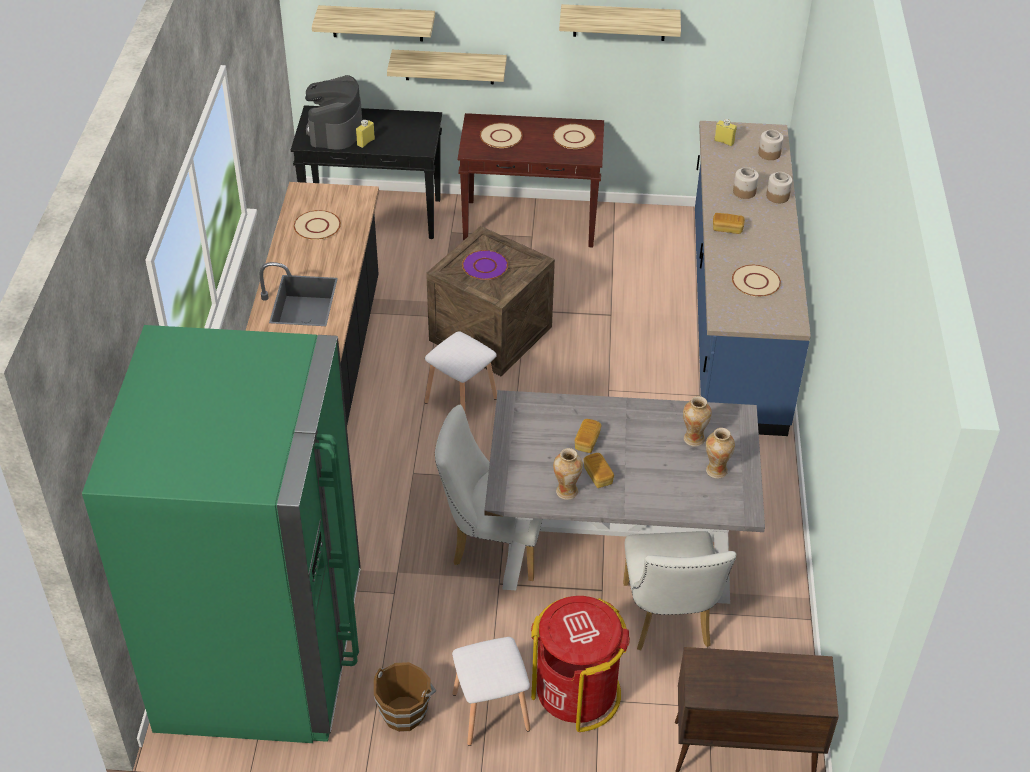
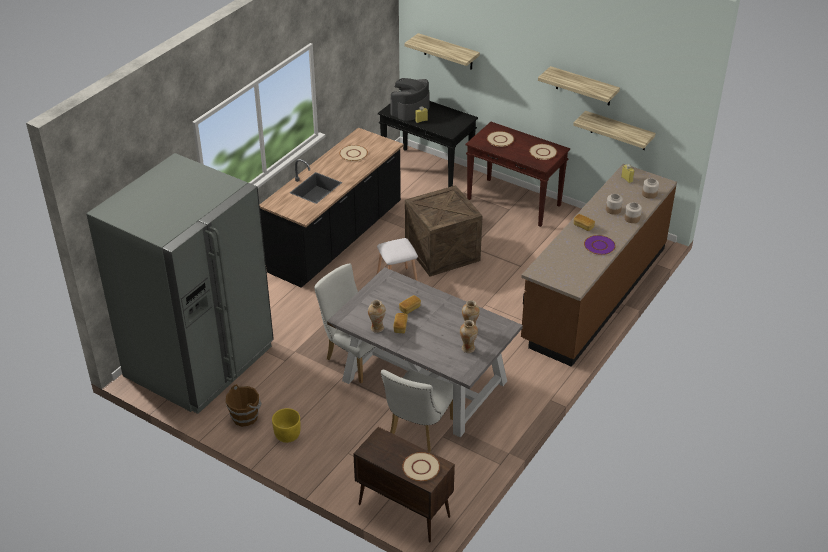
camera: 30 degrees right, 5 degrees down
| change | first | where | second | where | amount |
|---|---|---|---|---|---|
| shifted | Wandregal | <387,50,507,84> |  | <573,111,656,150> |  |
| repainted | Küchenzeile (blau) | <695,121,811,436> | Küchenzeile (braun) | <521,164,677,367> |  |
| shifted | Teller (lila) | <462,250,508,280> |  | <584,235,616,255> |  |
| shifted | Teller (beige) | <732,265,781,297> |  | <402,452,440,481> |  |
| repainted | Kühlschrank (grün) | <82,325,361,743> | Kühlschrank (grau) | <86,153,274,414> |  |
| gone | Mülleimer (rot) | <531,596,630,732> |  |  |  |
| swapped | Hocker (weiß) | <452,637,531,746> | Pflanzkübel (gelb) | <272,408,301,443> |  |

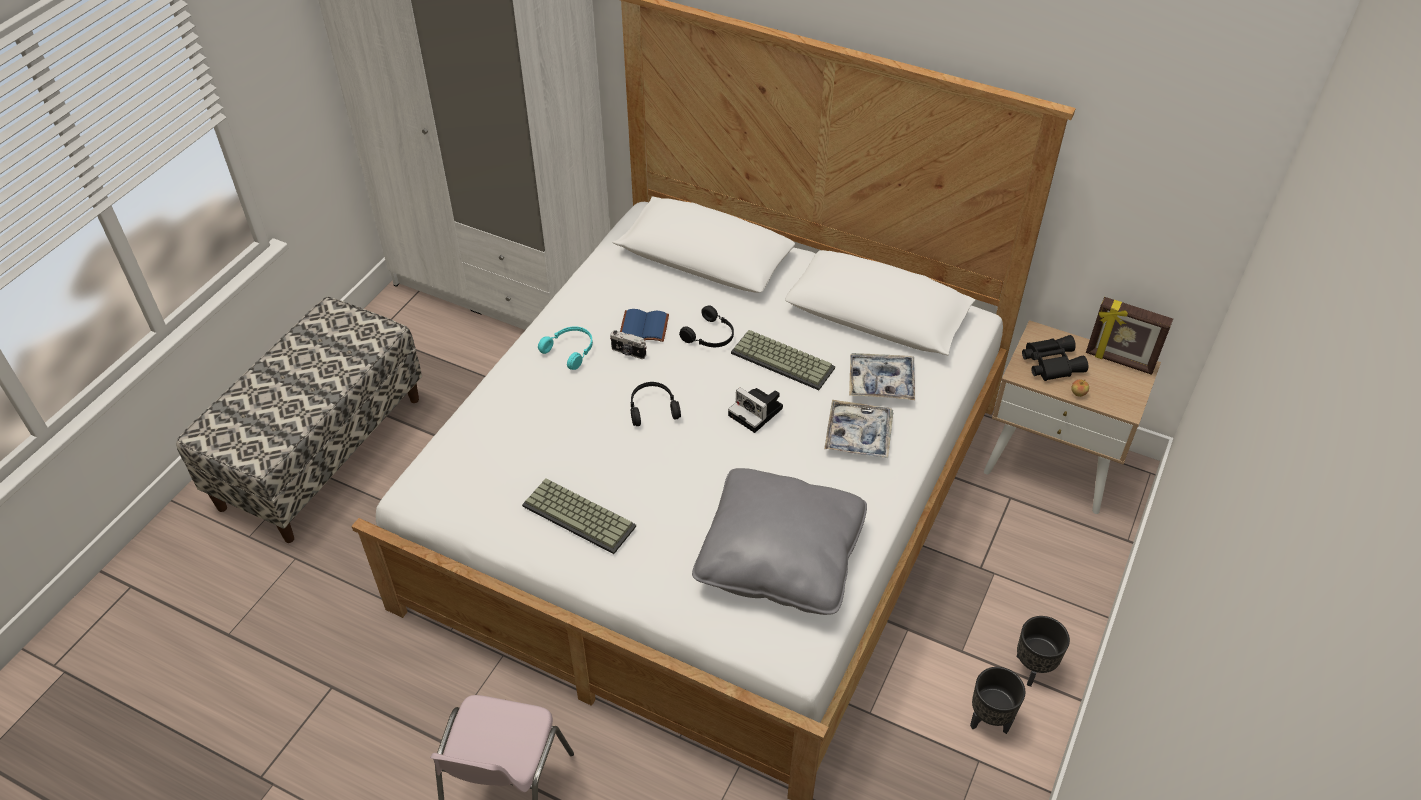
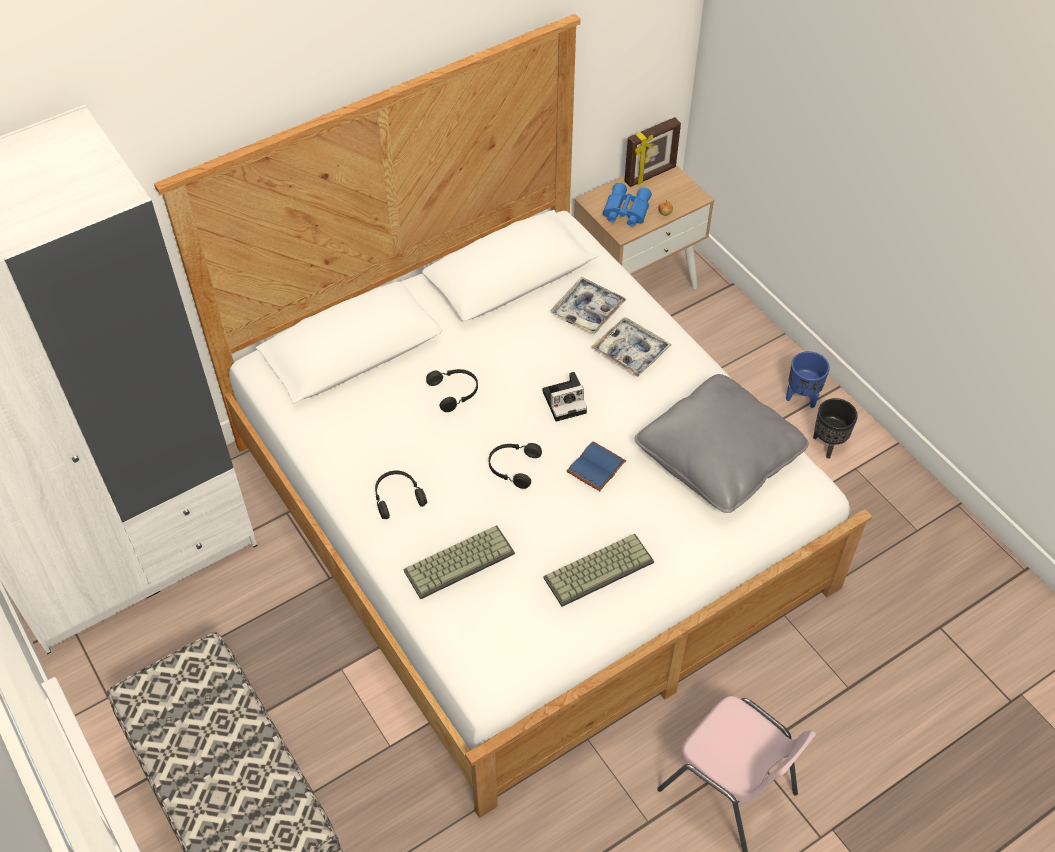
camera: 60 degrees left, 5 degrees up
| change | first | where | second | where | amount |
|---|---|---|---|---|---|
| shifted | Buch (blau) | <620,309,669,342> |  | <567,441,626,491> |  |
| repainted | Kopfhörer (türkis) | <538,326,593,370> | Kopfhörer (schwarz) | <375,470,427,519> |  |
| gone | Kamera | <610,330,647,359> |  |  |  |
| shifted | Tastatur | <731,330,835,390> |  | <403,526,515,599> |  |
| repainted | Fernglas (schwarz) | <1022,335,1088,381> | Fernglas (blau) | <603,183,652,227> |  |
| repainted | Pflanzkübel (schwarz) | <1016,616,1070,687> | Pflanzkübel (blau) | <786,351,830,409> |  |

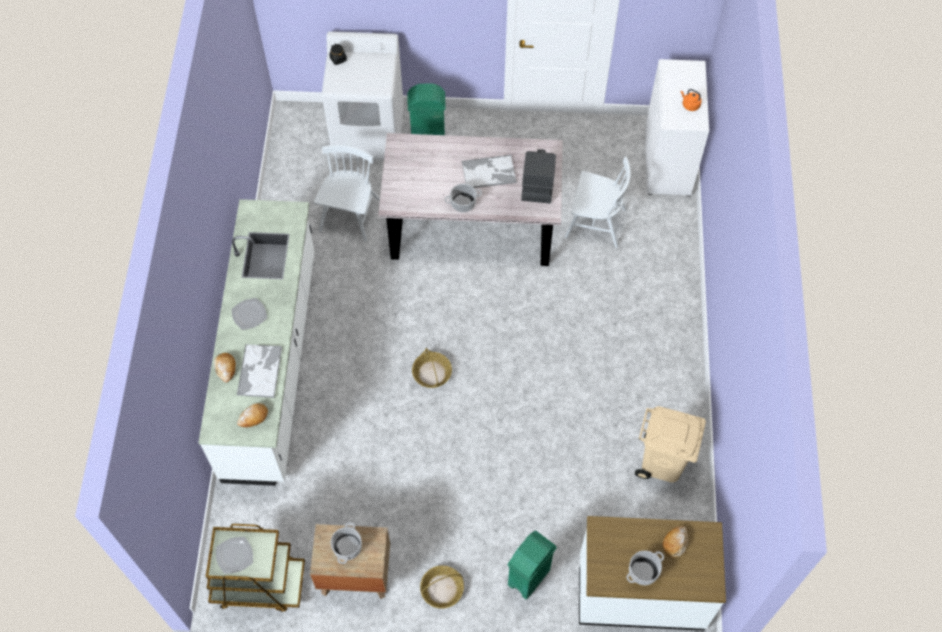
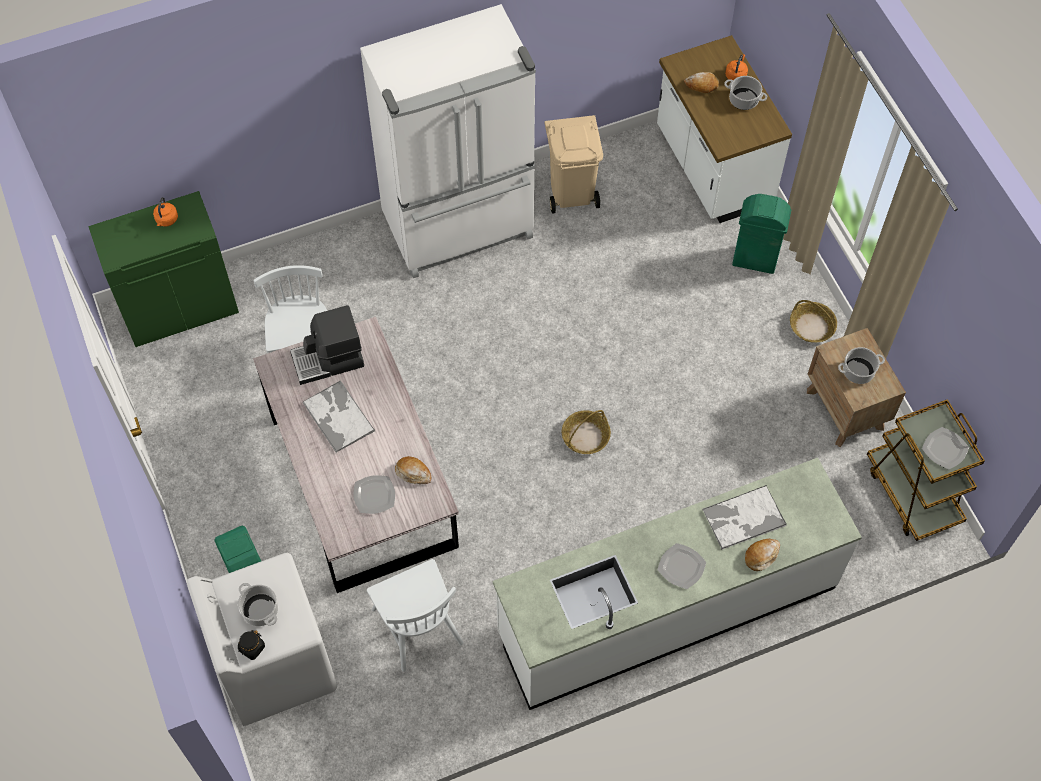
camera: 115 degrees left, 0 degrees up
| change | first | where | second | where | amount |
|---|---|---|---|---|---|
| repainted | Schrank (weiß) | <645,59,709,197> | Schrank (grün) | <88,191,239,347> |  |
| rotated | Stuhl (weiß) | <314,145,380,242> |  | <367,559,463,672> | 105 degrees counterclockwise |
| shifted | Kochtopf | <445,184,482,212> |  | <238,583,278,626> |  |
| shifted | Brot | <237,403,268,427> |  | <395,456,431,484> |  |
| new |  |  | Kühlschrank (weiß) | <360,4,536,278> |  |
| new |  |  | Wasserkessel (orange) | <725,54,748,80> |  |
| new |  |  | Teller | <353,475,395,514> |  |

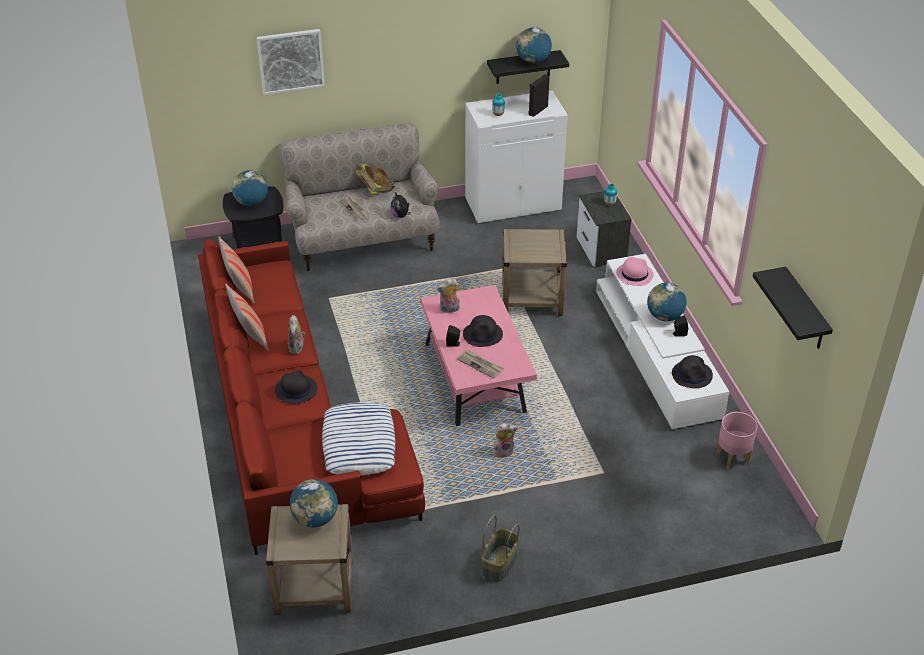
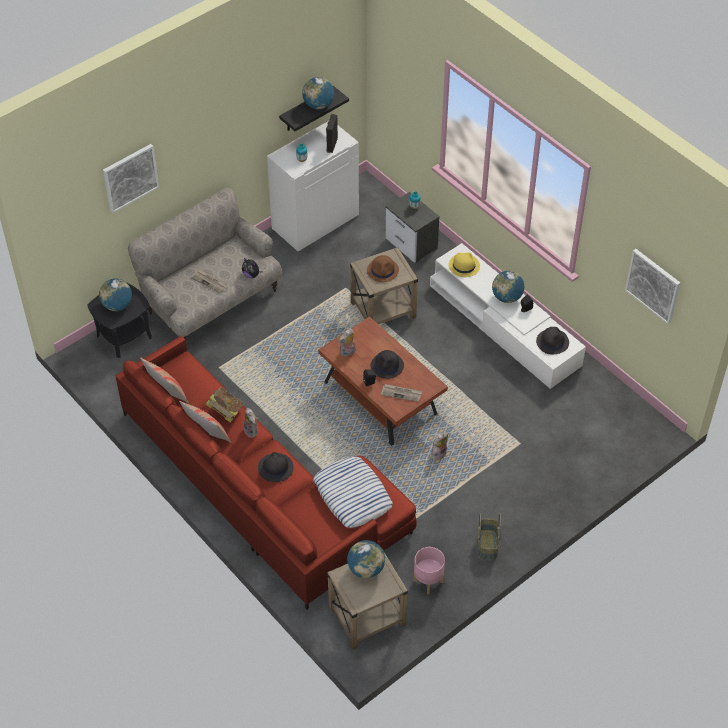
camera: 25 degrees left, 10 degrees up
| change | first | where | second | where | amount |
|---|---|---|---|---|---|
| shifted | Buch | <356,164,395,195> |  | <205,387,244,423> |  |
| repainted | Hut (rosa) | <616,257,654,286> | Hut (gelb) | <449,252,480,277> |  |
| swapped | Wandregal (schwarz) | <753,267,833,349> | Bild | <625,249,680,324> |  |
| repainted | Couchtisch (rosa) | <420,285,537,426> | Couchtisch (braun) | <318,317,448,446> |  |
| shifted | Pflanzkübel (rosa) | <716,412,758,469> |  | <414,547,445,594> |  |
| new |  |  | Hut (braun) | <367,255,399,282> |  |

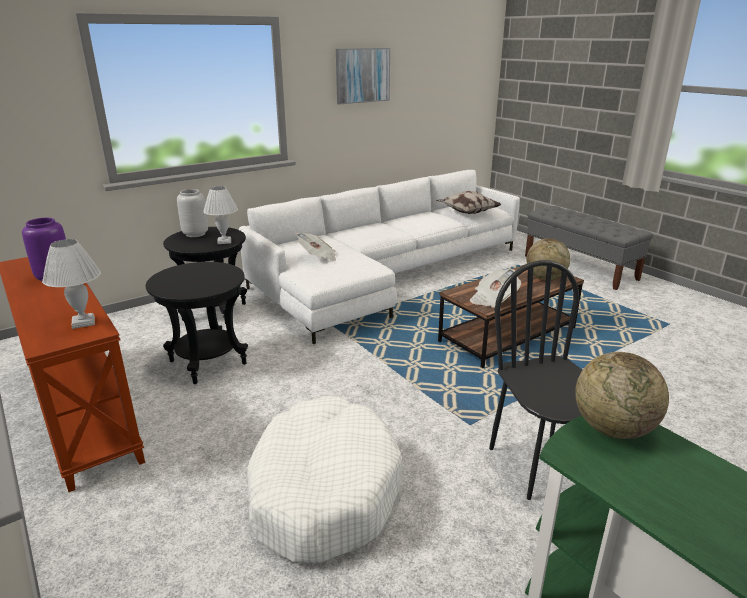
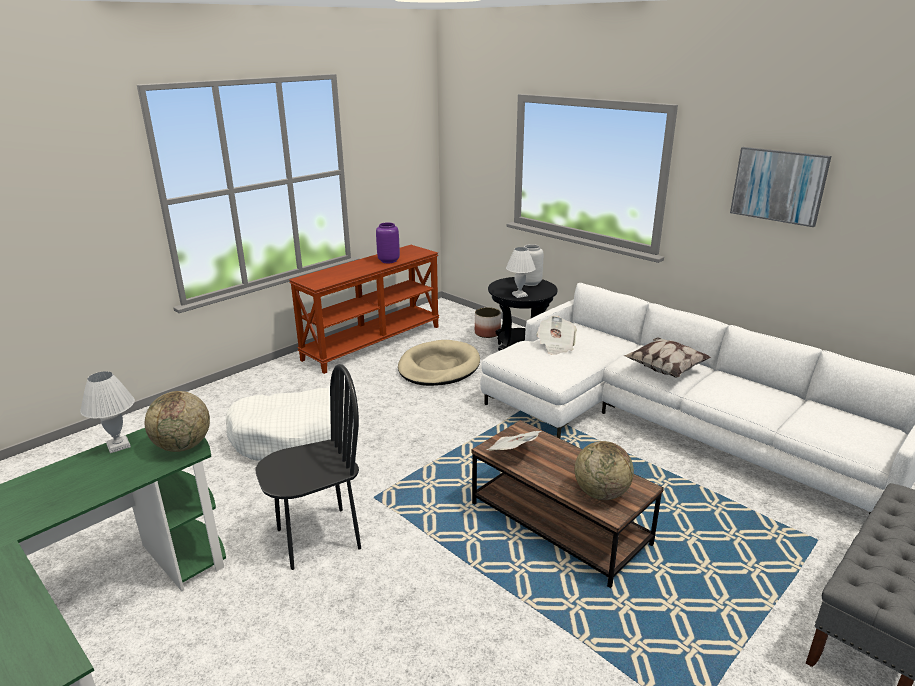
camera: 80 degrees right, 0 degrees up
| change | first | where | second | where | amount |
|---|---|---|---|---|---|
| shifted | Kissen | <436,191,502,214> |  | <624,338,711,378> |  |
| shifted | Tischlampe (weiß) | <42,239,101,329> |  | <80,371,135,453> |  |
| swapped | Beistelltisch (schwarz) | <146,262,248,384> | Hundebett (beige) | <398,340,480,386> |  |
| new |  |  | Pflanzkübel | <475,307,501,338> |  |

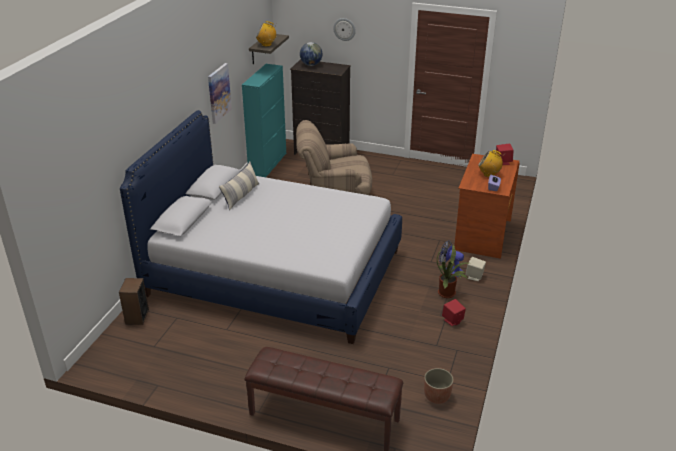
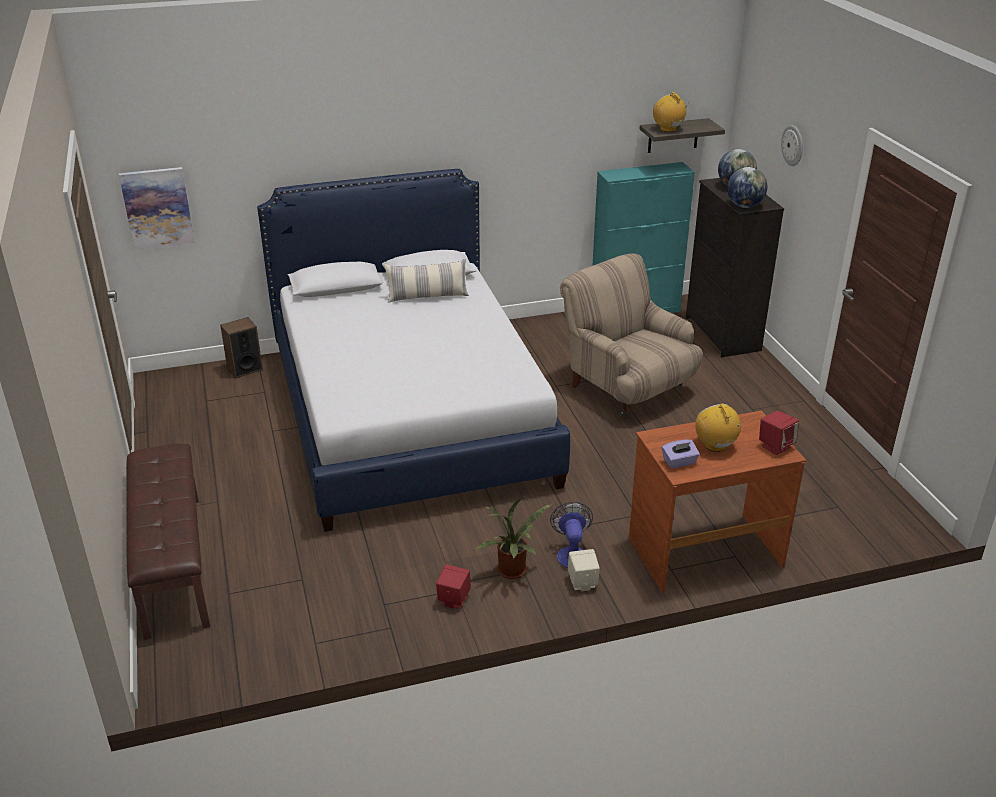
camera: 55 degrees right, 0 degrees up
| change | first | where | second | where | amount |
|---|---|---|---|---|---|
| shifted | Bild | <208,63,232,124> |  | <119,167,195,250> |  |
| gone | Pflanzkübel | <424,368,454,404> |  |  |  |
| new |  |  | Globus | <727,167,767,208> |  |

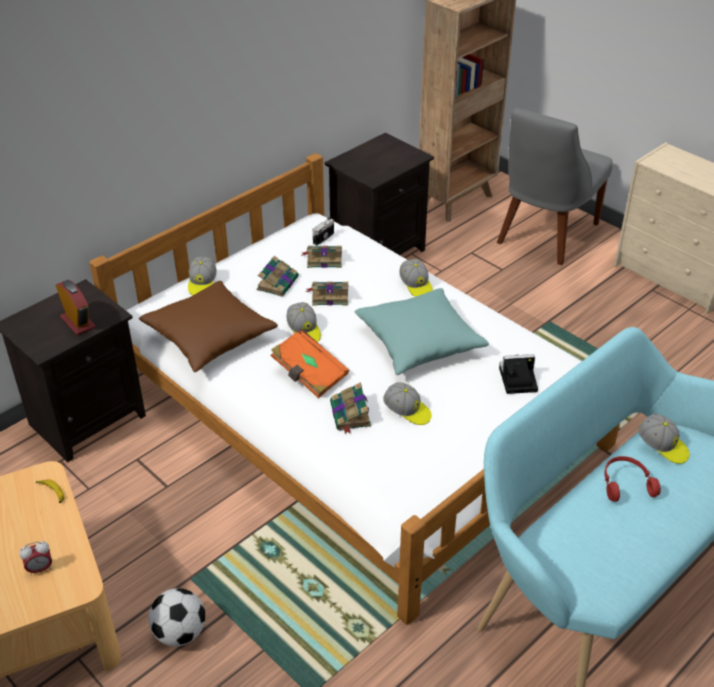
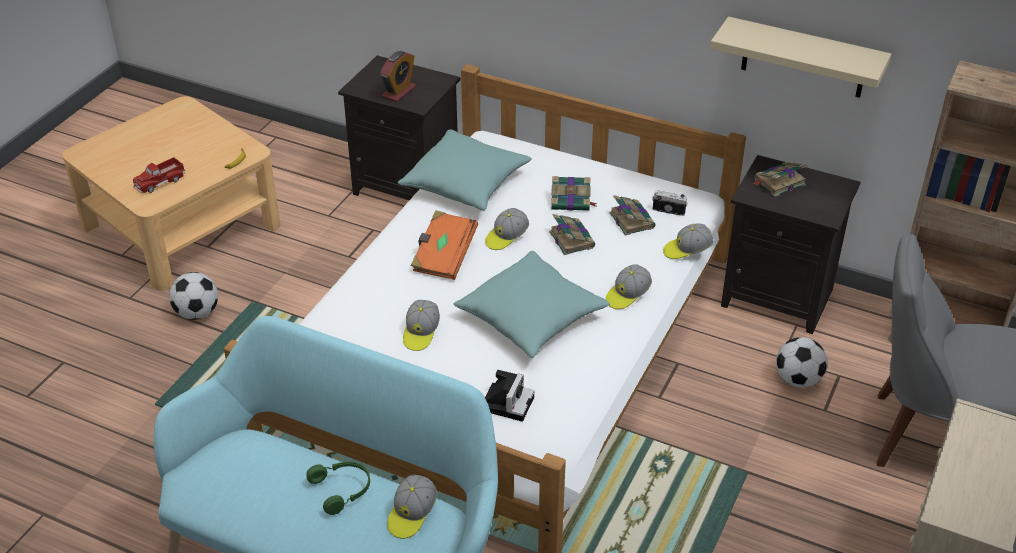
camera: 70 degrees right, 0 degrees up
| change | first | where | second | where | amount |
|---|---|---|---|---|---|
| shifted | Kappe | <188,257,217,296> |  | <663,223,714,259> |  |
| repainted | Kissen (braun) | <139,281,278,372> | Kissen (türkis) | <398,129,532,211> |  |
| rotated | Kamera | <499,354,538,394> |  | <485,370,535,422> | 45 degrees clockwise |
| shifted | Buch | <330,383,371,434> |  | <752,162,807,197> |  |
| repainted | Kopfhörer (rot) | <604,456,661,502> | Kopfhörer (grün) | <307,462,370,515> |  |
| swapped | Wecker | <19,541,52,576> | Spielzeuglaster | <133,157,185,194> |  |
| new |  |  | Wandregal (beige) | <710,17,891,98> |  |
| new |  |  | Fußball | <776,337,828,388> |  |

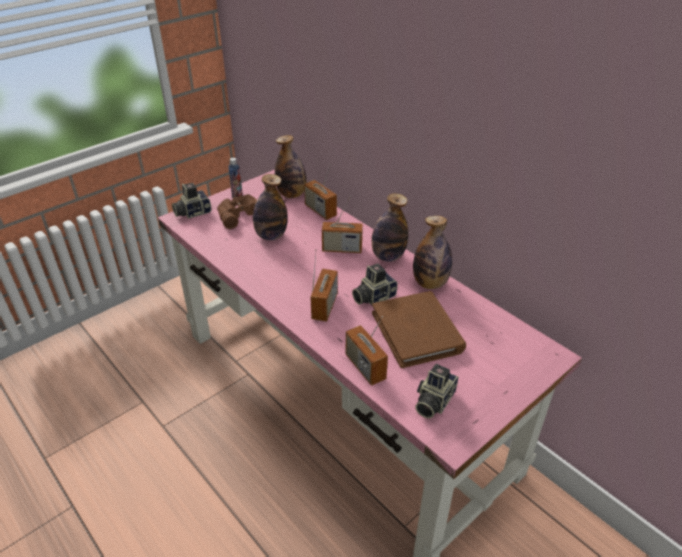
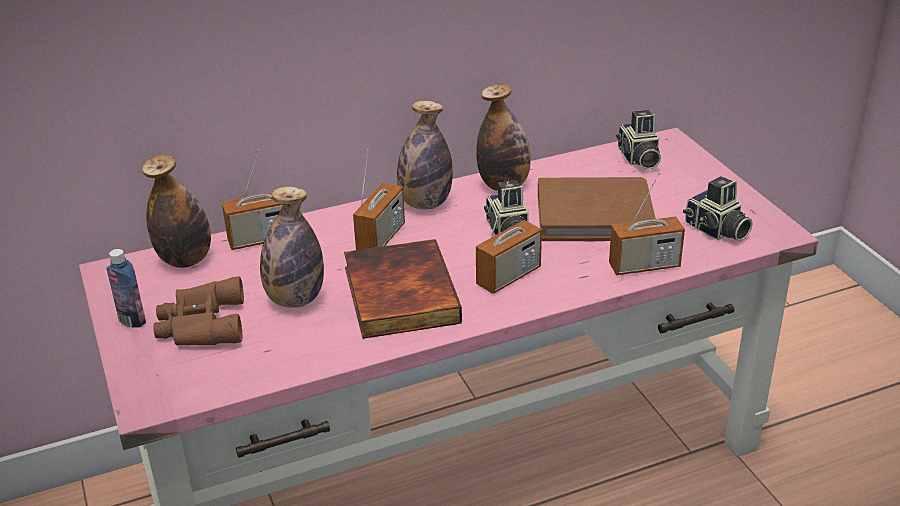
camera: 70 degrees left, 5 degrees down
| change | first | where | second | where | amount |
|---|---|---|---|---|---|
| shifted | Kamera | <172,183,211,219> |  | <616,110,661,170> |  |
| rotated | Radio | <310,249,338,322> |  | <476,181,542,294> | 105 degrees clockwise |
| new |  |  | Buch | <344,239,462,339> |  |

